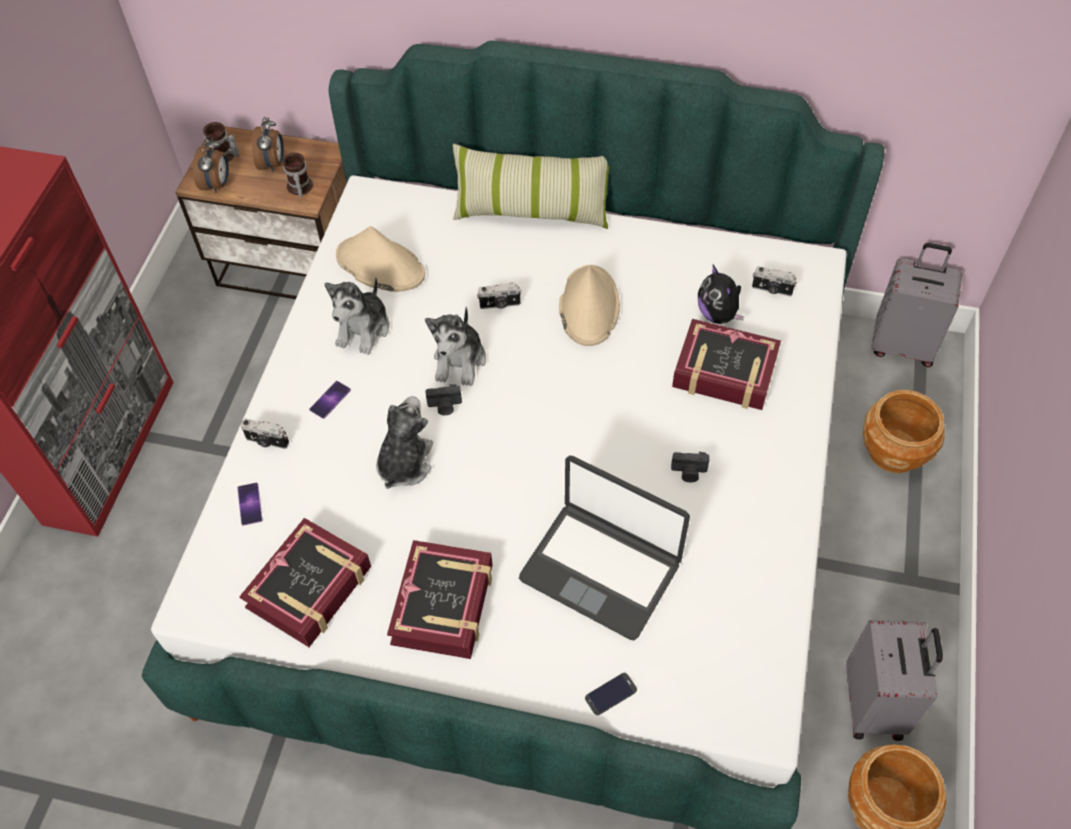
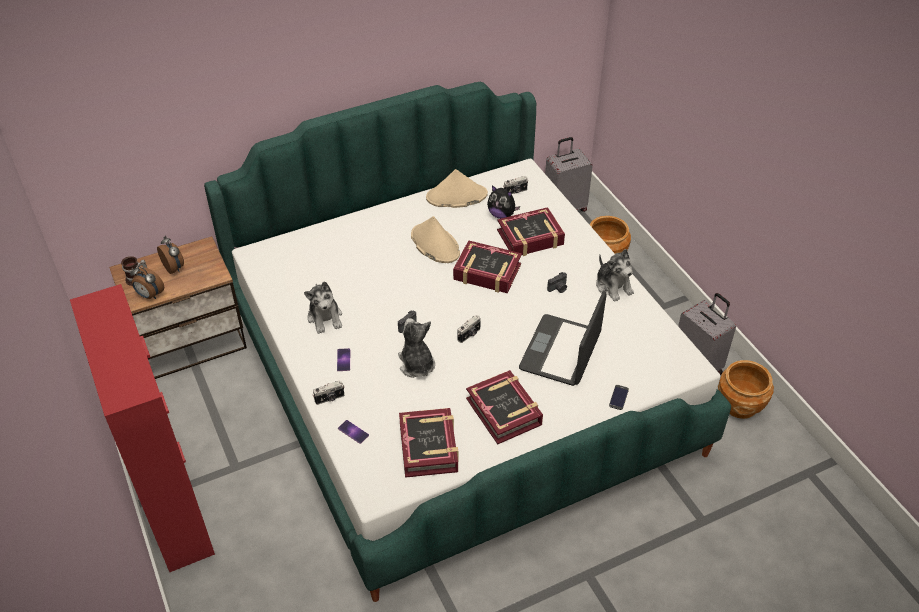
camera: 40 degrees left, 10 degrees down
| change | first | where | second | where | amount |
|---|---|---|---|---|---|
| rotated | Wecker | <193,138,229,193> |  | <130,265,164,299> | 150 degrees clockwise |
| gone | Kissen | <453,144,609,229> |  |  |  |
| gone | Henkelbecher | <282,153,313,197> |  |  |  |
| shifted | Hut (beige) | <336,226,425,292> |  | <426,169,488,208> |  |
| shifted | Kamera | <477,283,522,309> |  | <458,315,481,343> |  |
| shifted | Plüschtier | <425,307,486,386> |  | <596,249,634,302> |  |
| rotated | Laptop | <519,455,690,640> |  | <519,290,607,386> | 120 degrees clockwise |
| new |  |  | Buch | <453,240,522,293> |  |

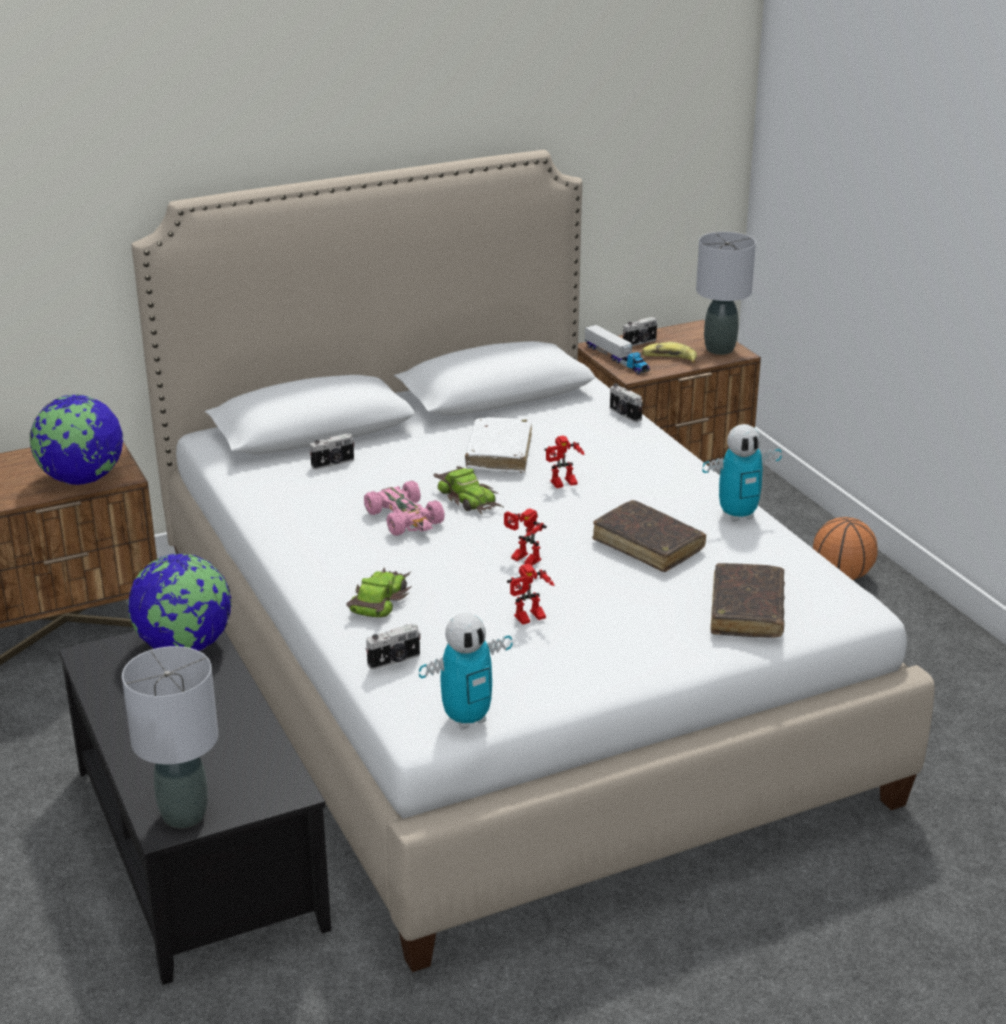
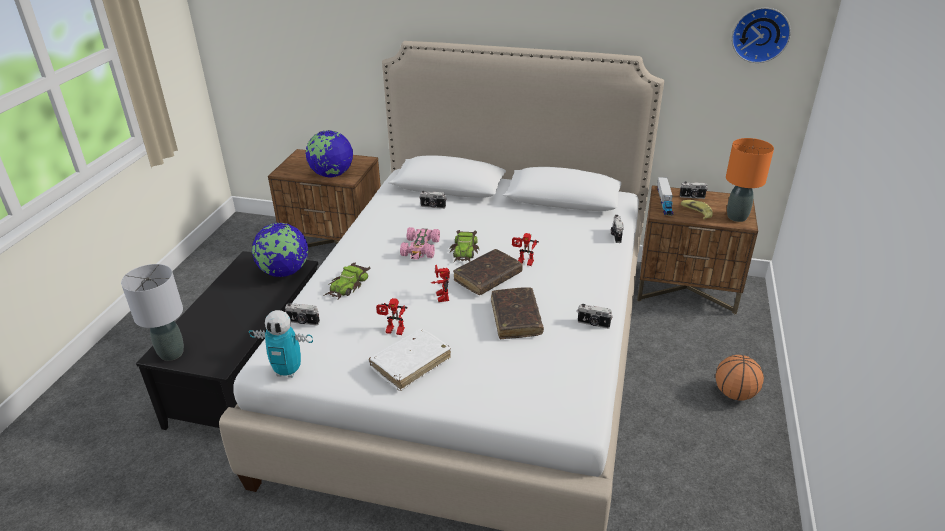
camera: 40 degrees right, 5 degrees up
| change | first | where | second | where | amount |
|---|---|---|---|---|---|
| repainted | Tischlampe (grau) | <696,232,756,355> | Tischlampe (orange) | <726,138,774,222> |  |
| shifted | Buch (weiß) | <465,417,532,473> |  | <369,329,451,391> |  |
| swapped | Spielzeugroboter | <702,424,782,522> | Kamera | <577,304,613,329> |  |
| shifted | Buch (braun) | <710,563,785,637> |  | <453,249,523,295> |  |
| rotated | Spielzeugauto | <346,567,412,617> |  | <325,263,370,301> | 150 degrees clockwise |
| new |  |  | Wanduhr | <732,8,791,63> |  |

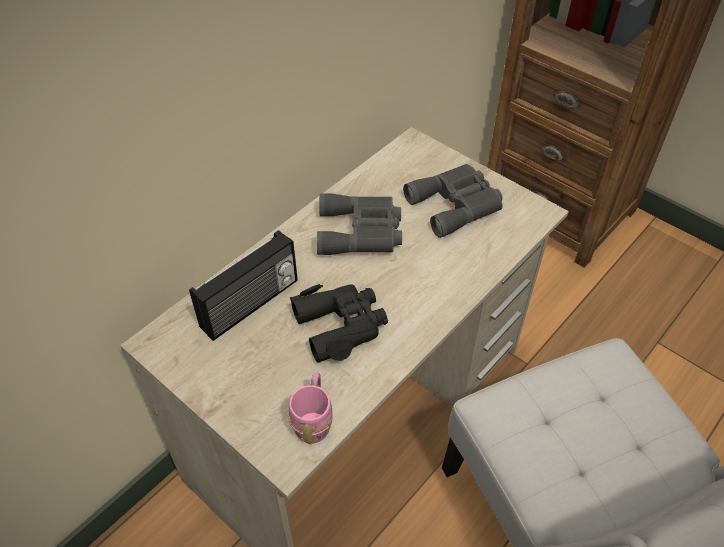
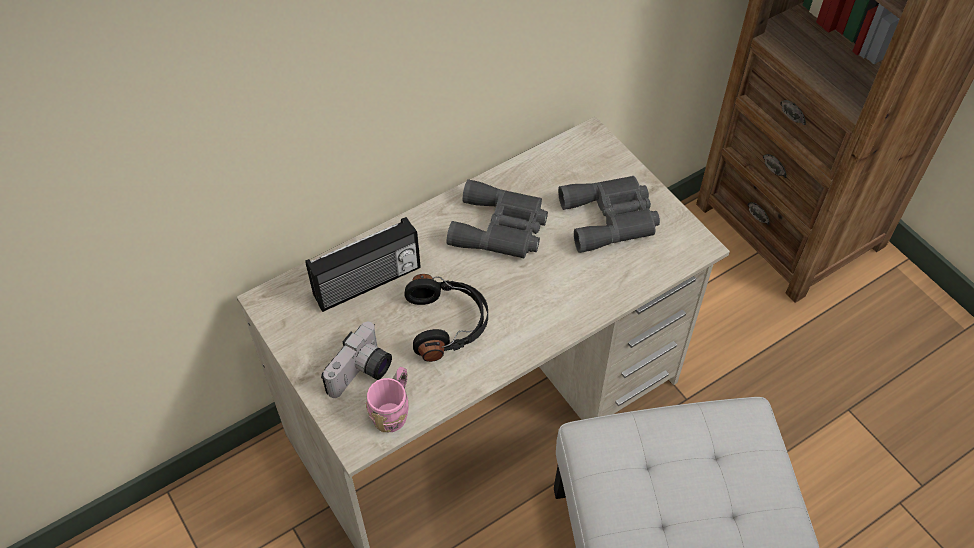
camera: 15 degrees right, 5 degrees up
| change | first | where | second | where | amount |
|---|---|---|---|---|---|
| swapped | Fernglas (schwarz) | <290,284,388,363> | Kopfhörer (schwarz) | <404,274,488,362> |  |
| new |  |  | Kamera | <321,322,392,398> |  |

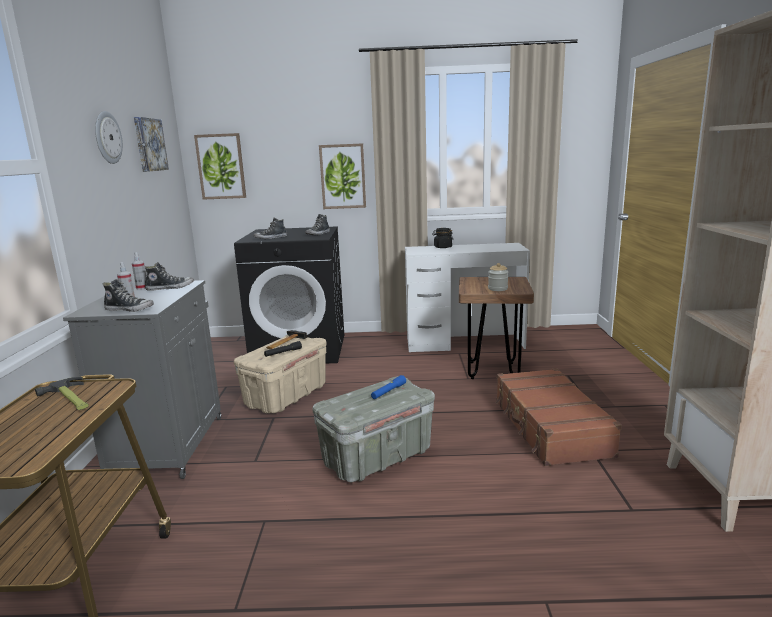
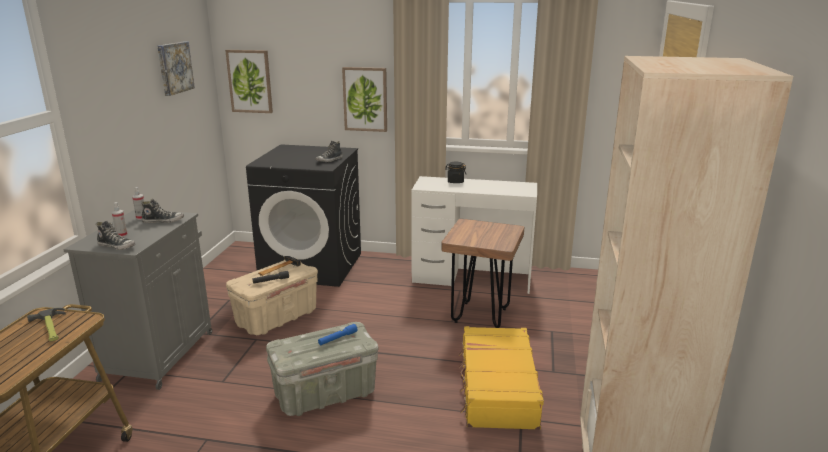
camera: 10 degrees right, 5 degrees up
| change | first | where | second | where | amount |
|---|---|---|---|---|---|
| gone | Wanduhr | <95,111,123,164> |  |  |  |
| gone | Schuh | <254,218,287,239> |  |  |  |
| gone | Vorratsglas | <488,263,508,291> |  |  |  |
| repainted | Koffer (braun) | <495,368,622,466> | Koffer (gelb) | <458,326,544,430> |  |

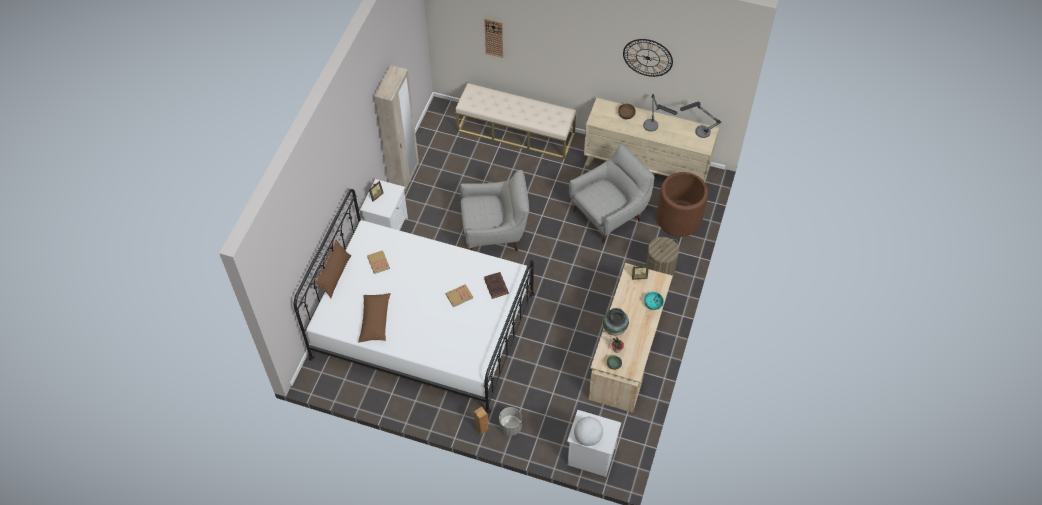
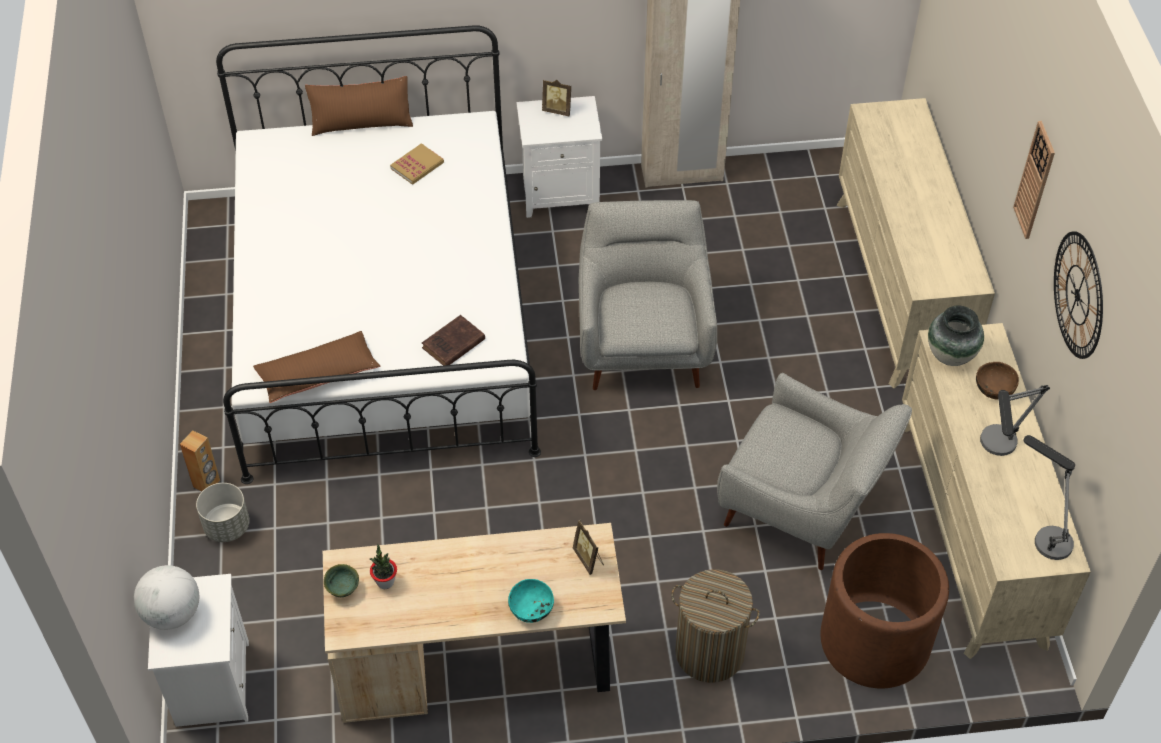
camera: 65 degrees right, 5 degrees down
| change | first | where | second | where | amount |
|---|---|---|---|---|---|
| shifted | Wanduhr | <484,18,503,58> |  | <1013,121,1055,239> |  |
| swapped | Bank (beige) | <456,83,576,159> | Kommode (beige) | <837,98,995,388> |  |
| rotated | Sessel (grau) | <460,170,529,251> |  | <579,200,717,390> | 150 degrees counterclockwise |
| gone | Buch | <446,284,473,307> |  |  |  |
| shifted | Kissen (braun) | <358,293,391,343> |  | <253,331,380,403> |  |
| shifted | Vase | <603,308,629,336> |  | <928,306,984,366> |  |

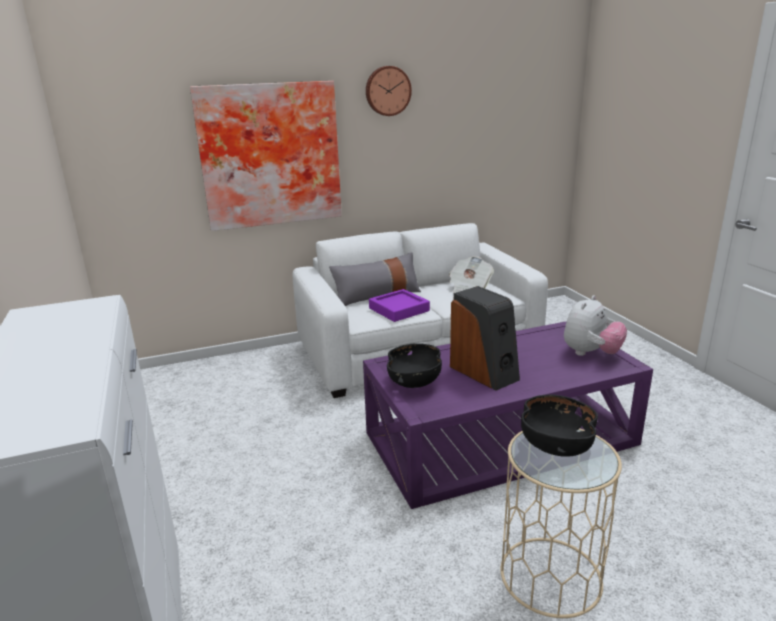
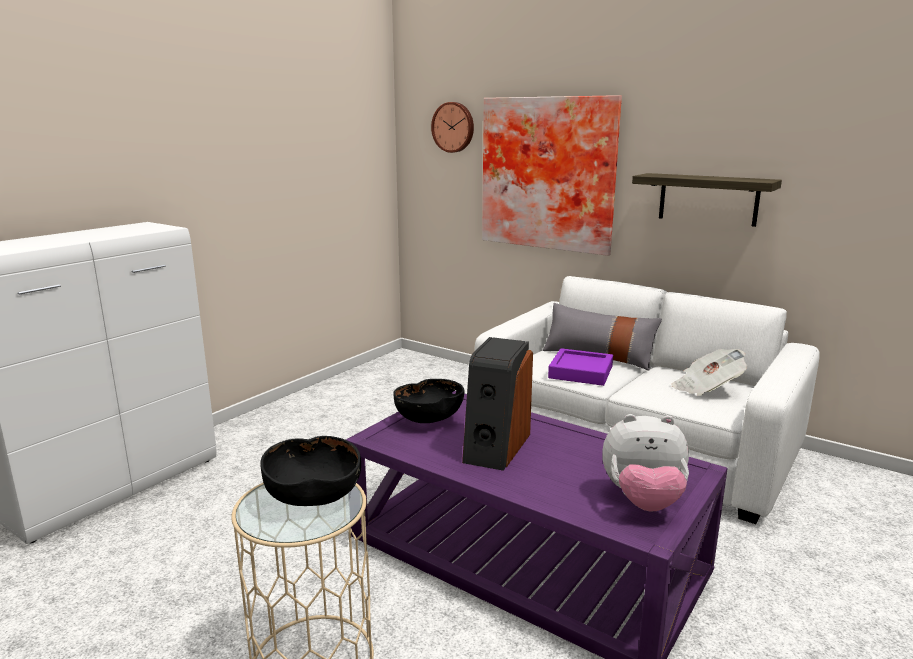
camera: 55 degrees right, 5 degrees down
| change | first | where | second | where | amount |
|---|---|---|---|---|---|
| shifted | Wanduhr | <366,66,412,116> |  | <431,102,474,153> |  |
| new |  |  | Wandregal | <632,173,782,227> |  |

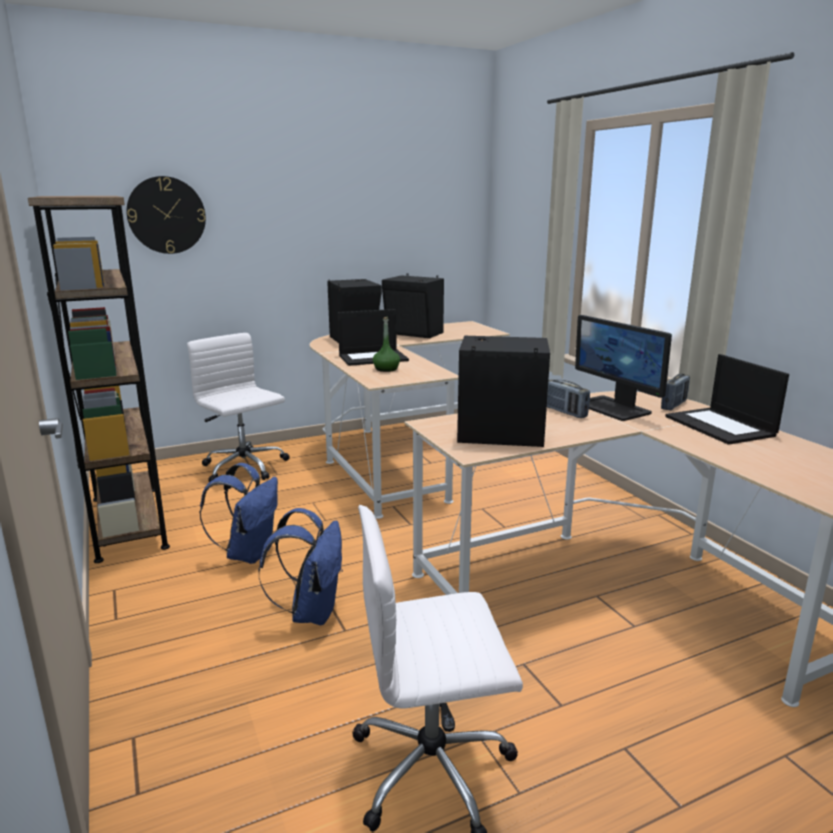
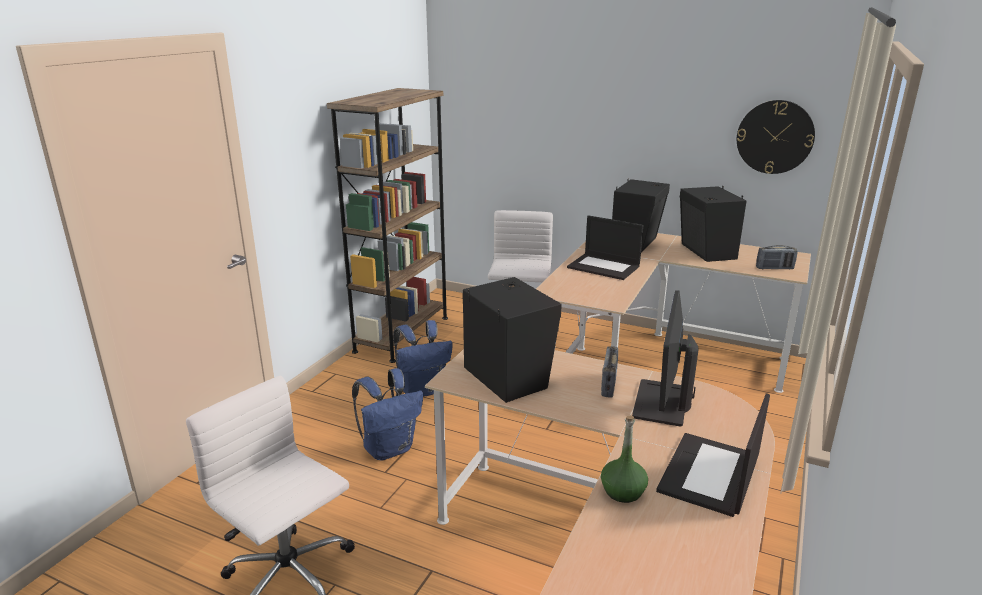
camera: 50 degrees right, 5 degrees up
| change | first | where | second | where | amount |
|---|---|---|---|---|---|
| shifted | Wanduhr | <127,176,206,254> |  | <737,100,815,174> |  |
| shifted | Flasche (grün) | <373,317,400,372> |  | <601,416,648,503> |  |
| shifted | Radio | <661,373,690,410> |  | <756,245,798,269> |  |

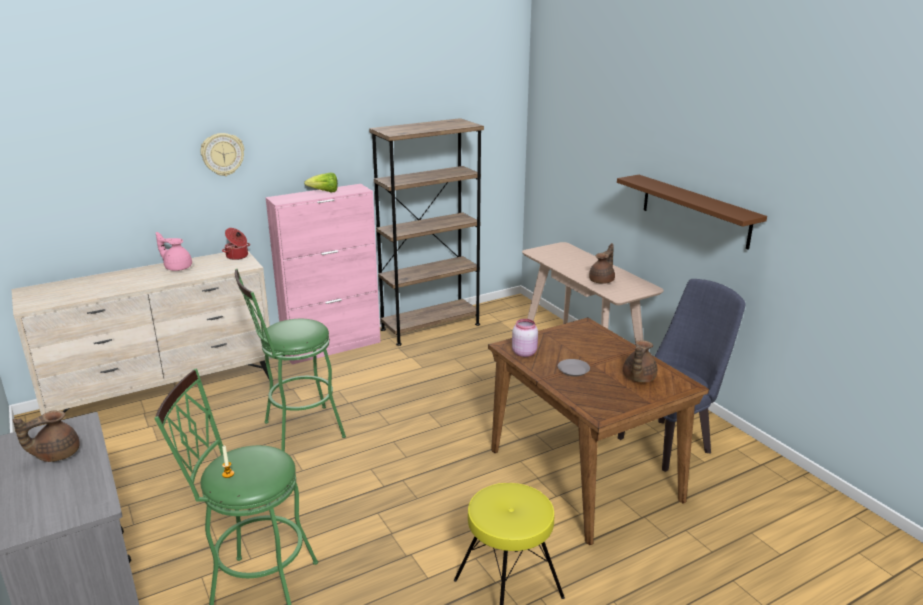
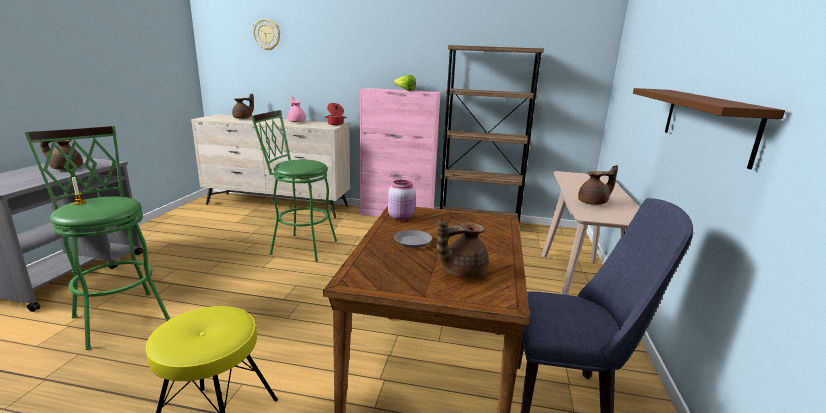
camera: 40 degrees right, 5 degrees down
| change | first | where | second | where | amount |
|---|---|---|---|---|---|
| shifted | Wanduhr | <201,133,244,176> |  | <253,19,280,51> |  |
| new |  |  | Teekanne (braun) | <232,93,254,119> |  |

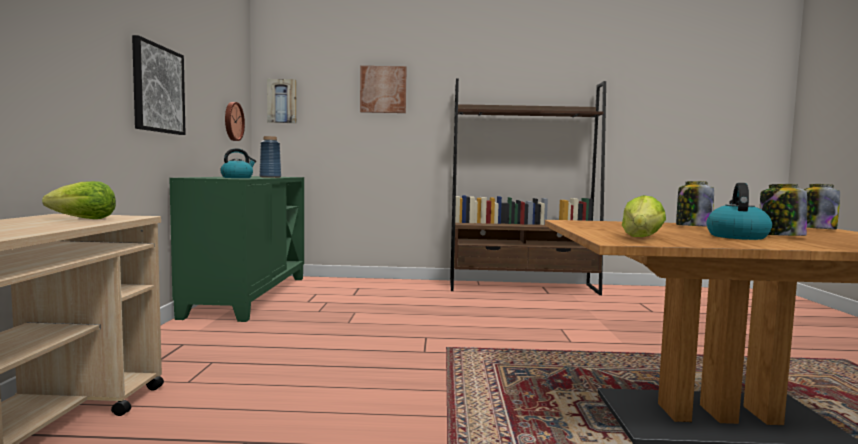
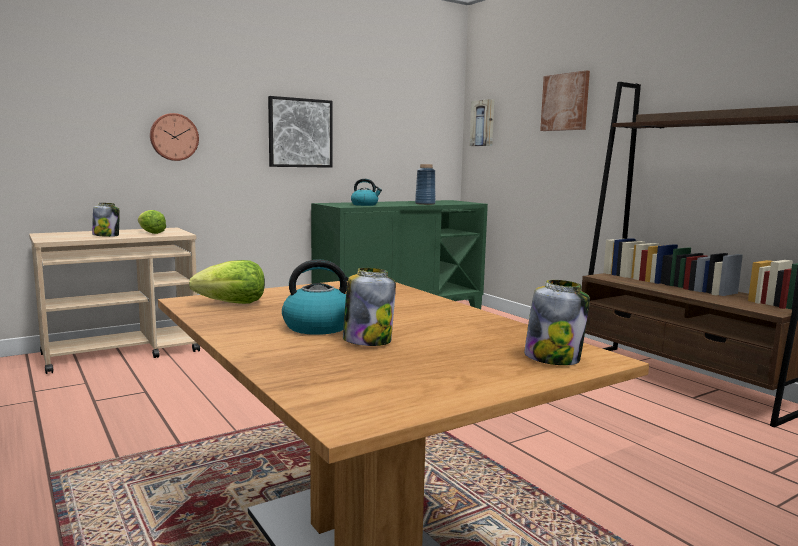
camera: 55 degrees right, 5 degrees up
| change | first | where | second | where | amount |
|---|---|---|---|---|---|
| shifted | Wanduhr | <225,102,245,141> |  | <150,113,199,161> |  |
| shifted | Vorratsglas | <676,181,714,227> |  | <92,203,120,237> |  |

